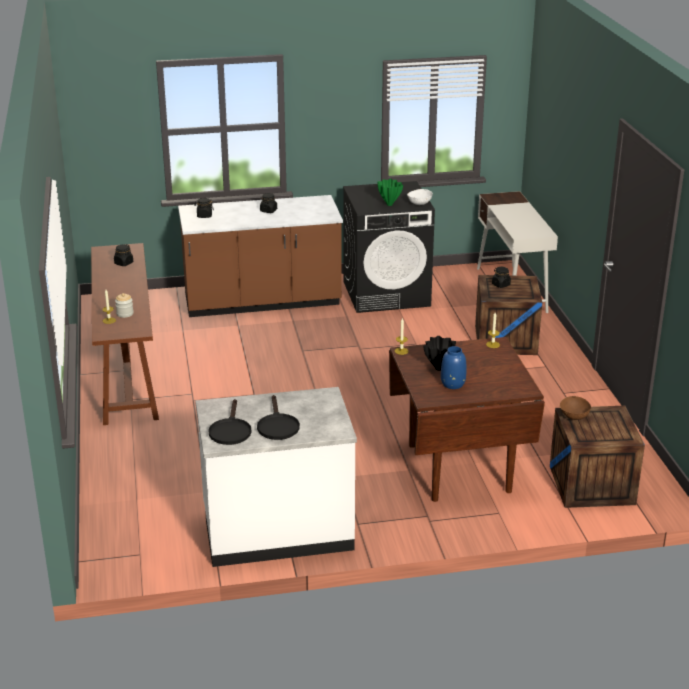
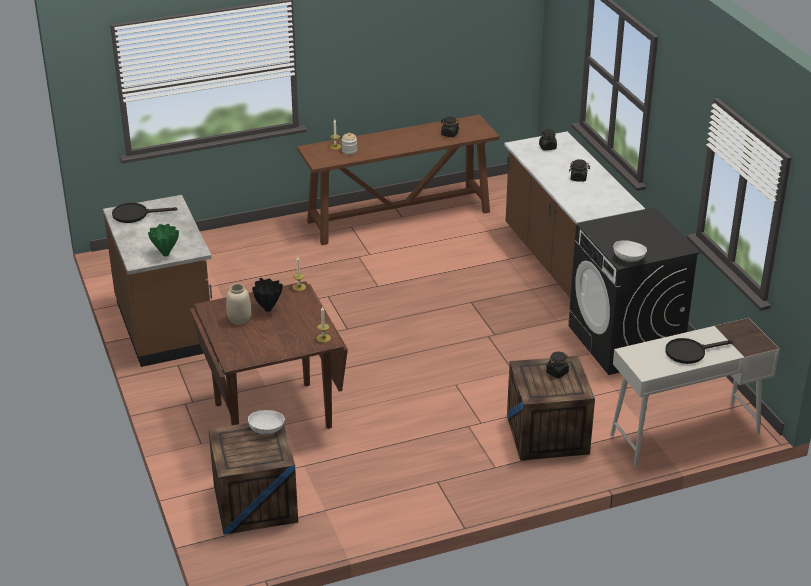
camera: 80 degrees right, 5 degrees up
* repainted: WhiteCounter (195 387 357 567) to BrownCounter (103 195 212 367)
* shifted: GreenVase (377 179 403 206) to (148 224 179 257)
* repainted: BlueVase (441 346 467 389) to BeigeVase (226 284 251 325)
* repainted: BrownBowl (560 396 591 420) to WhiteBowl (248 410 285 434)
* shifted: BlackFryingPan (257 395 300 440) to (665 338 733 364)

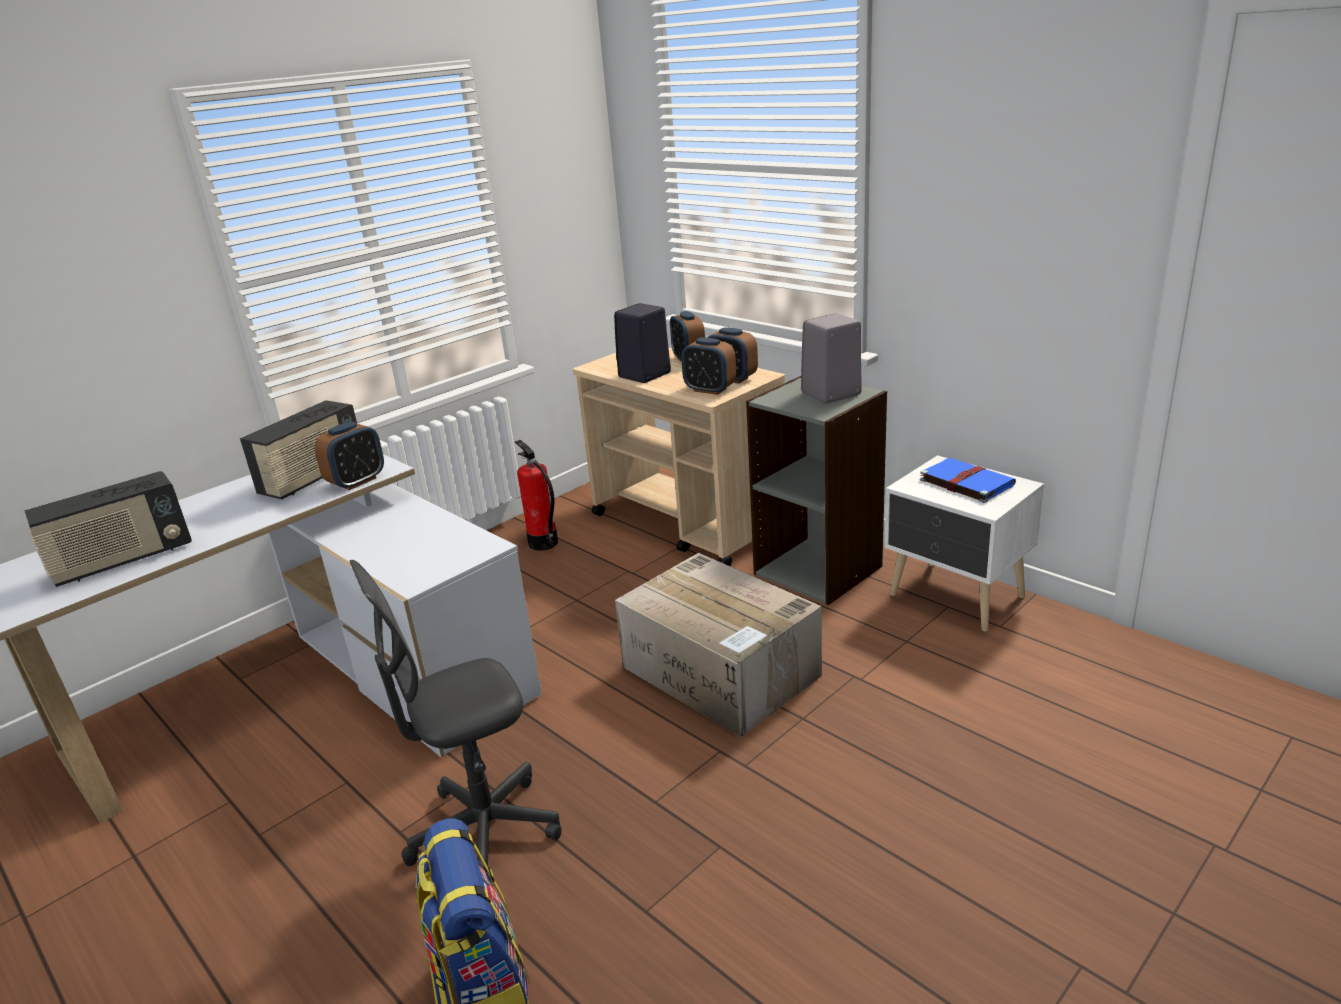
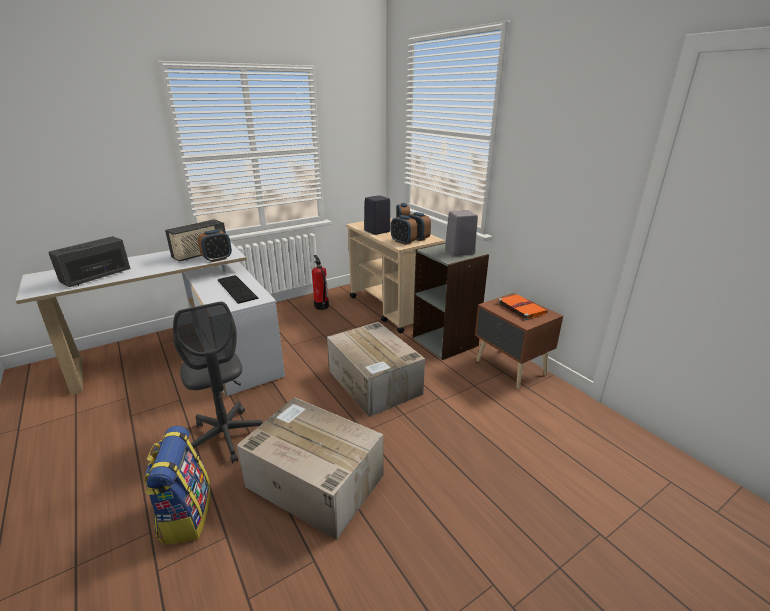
camera: 10 degrees right, 0 degrees up
* rotated: Radio (24 471 192 587) = (48 236 131 287) 150 degrees clockwise
* rotated: GreyOfficeChair (350 560 562 879) = (173 302 263 464) 105 degrees counterclockwise
* new: Keyboard (218 275 259 304)
* new: CardboardBox (236 397 383 540)
* repainted: WhiteNightstand (884 455 1044 631) to BrownNightstand (475 293 563 389)
* repainted: BlueBook (920 458 1016 503) to OrangeBook (498 295 548 320)

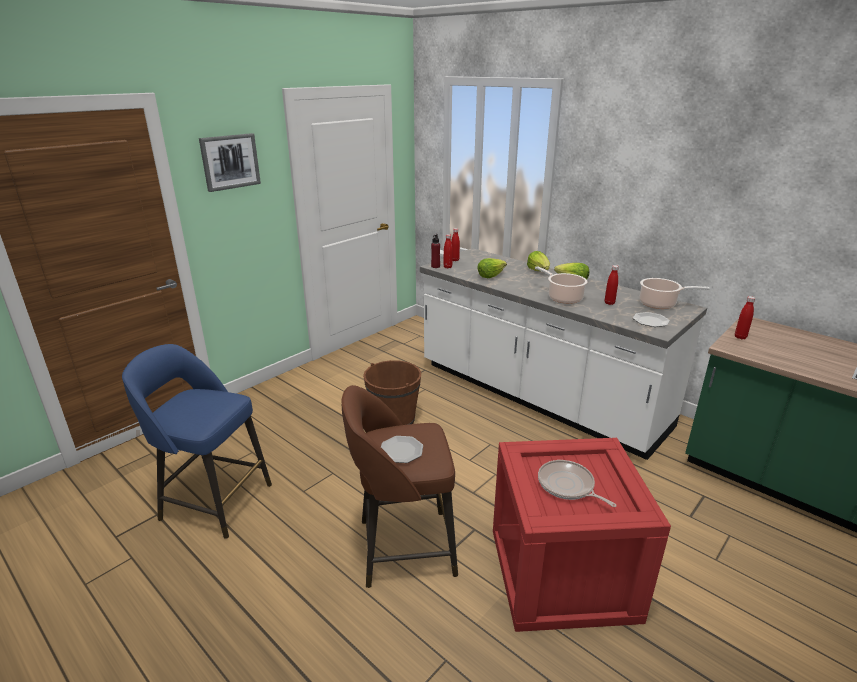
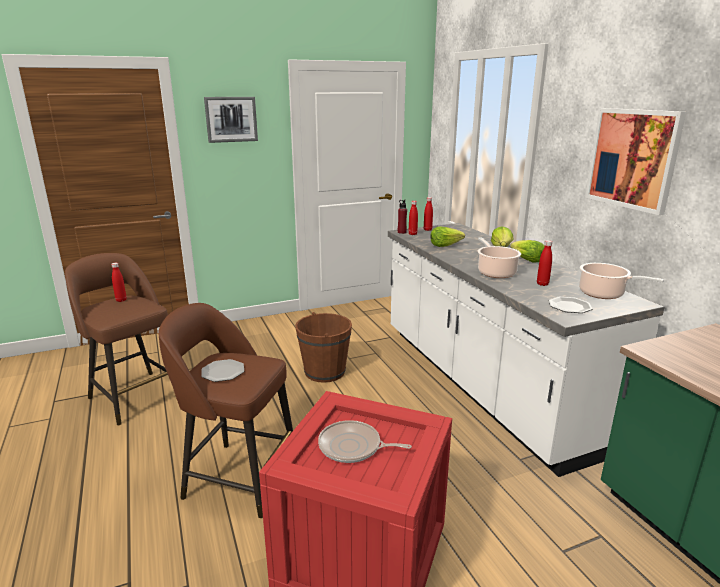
camera: 25 degrees right, 5 degrees down
* repainted: BlueStool (122 344 272 539) to BrownStool (65 253 168 426)
* shifted: RedBottle (735 296 755 339) to (111 263 127 302)
* rotated: FryingPan (538 460 617 507) = (318 420 412 463) 60 degrees counterclockwise
* new: Picture (585 108 686 215)

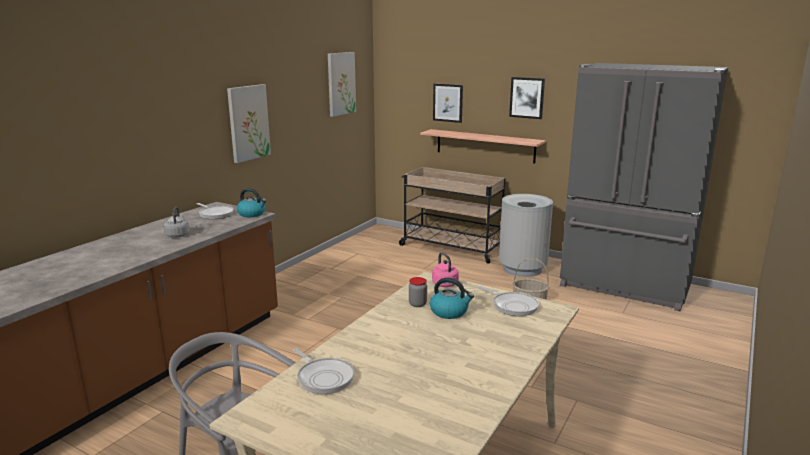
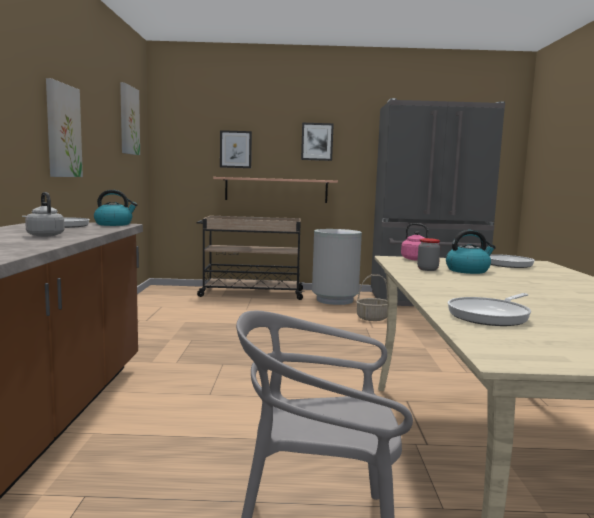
camera: 30 degrees left, 10 degrees down
* rotated: FryingPan (293 348 355 394) = (448 293 531 326) 120 degrees clockwise

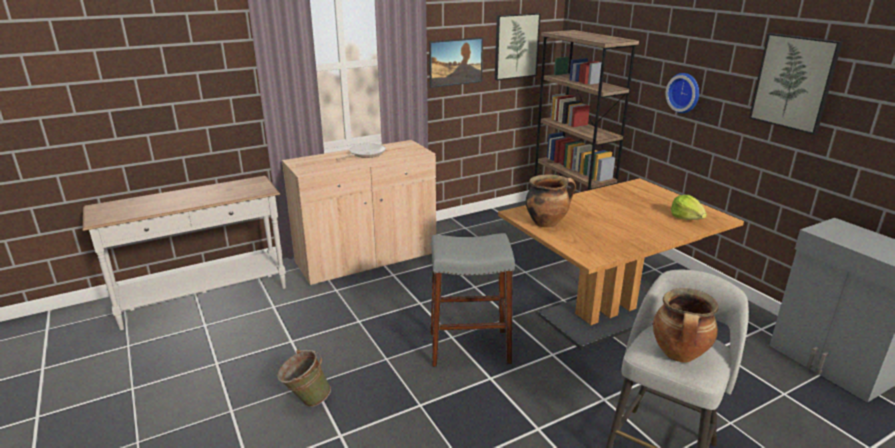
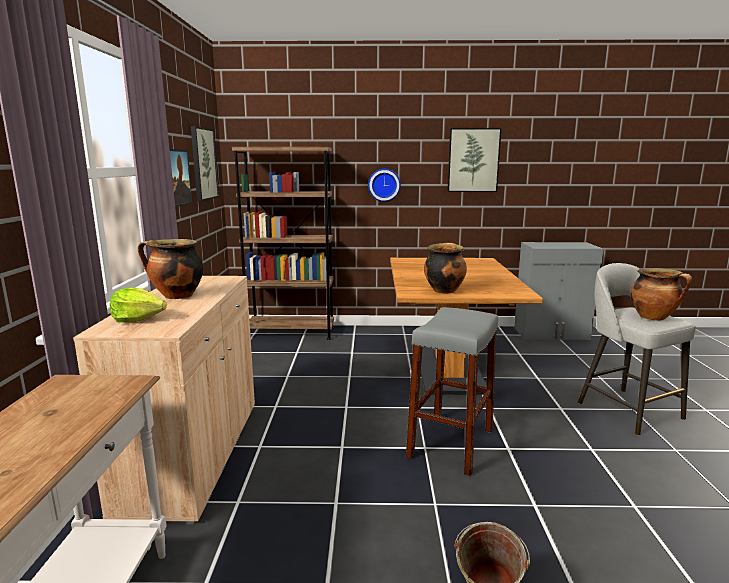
camera: 60 degrees left, 10 degrees down
* shifted: Lettuce (671 195 707 220) to (110 287 167 323)
* swapped: FryingPan (336 144 386 160) to CookingPot (138 239 203 299)

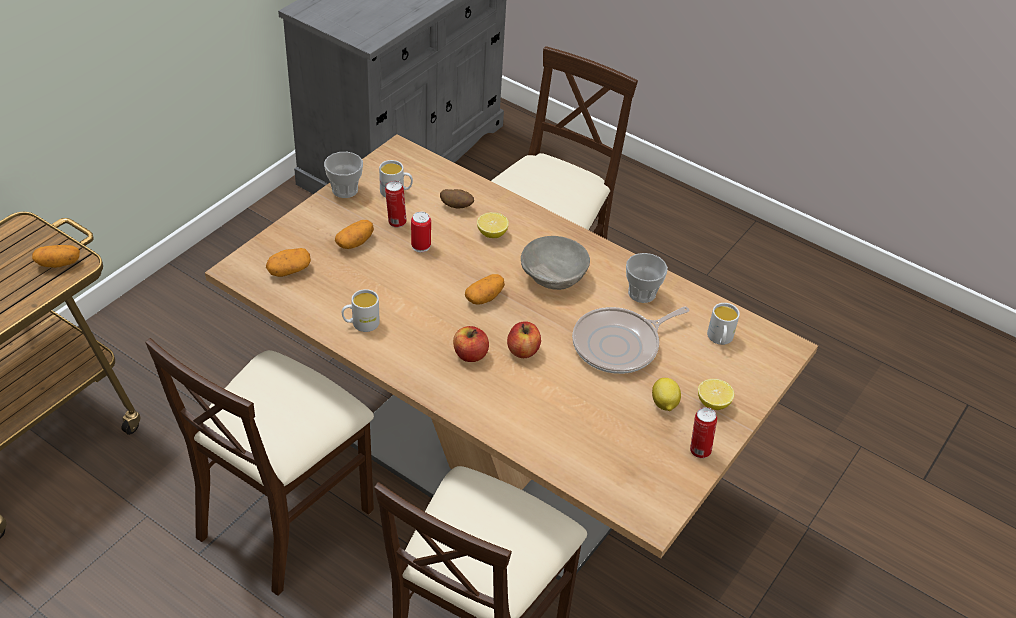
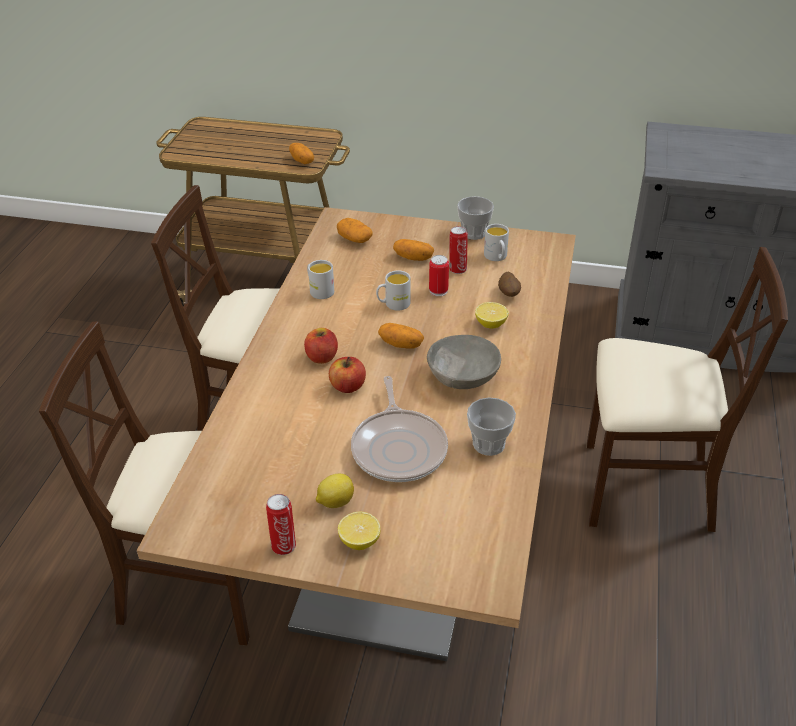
camera: 70 degrees right, 5 degrees down
* rotated: FryingPan (572 307 689 374) = (351 376 448 482) 135 degrees counterclockwise
* shifted: WhiteMug (707 303 740 345) to (376 270 411 311)

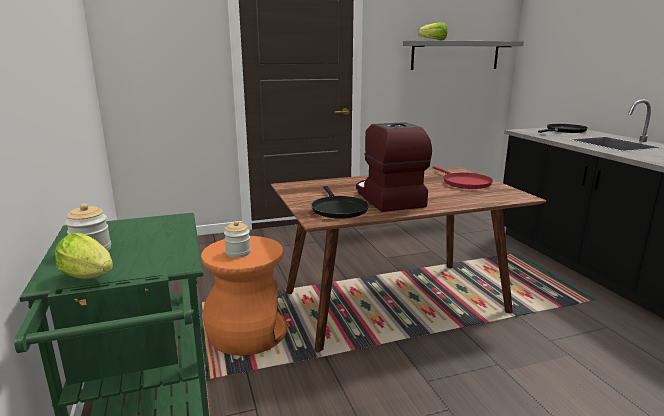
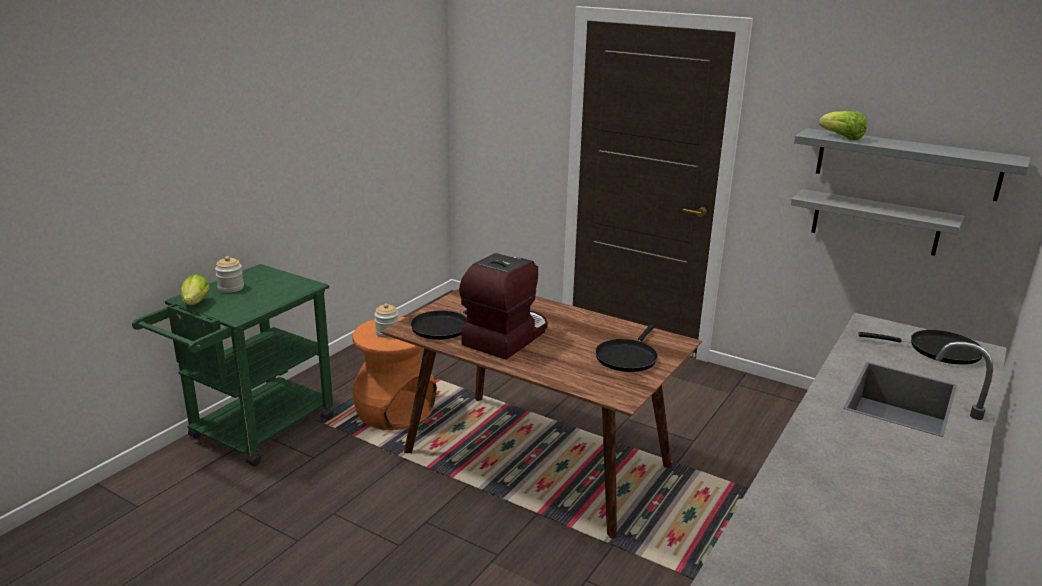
camera: 50 degrees right, 5 degrees up
* repainted: RedFryingPan (432 166 493 189) to BlackFryingPan (595 324 658 372)
* new: GreyShelf (791 189 964 256)

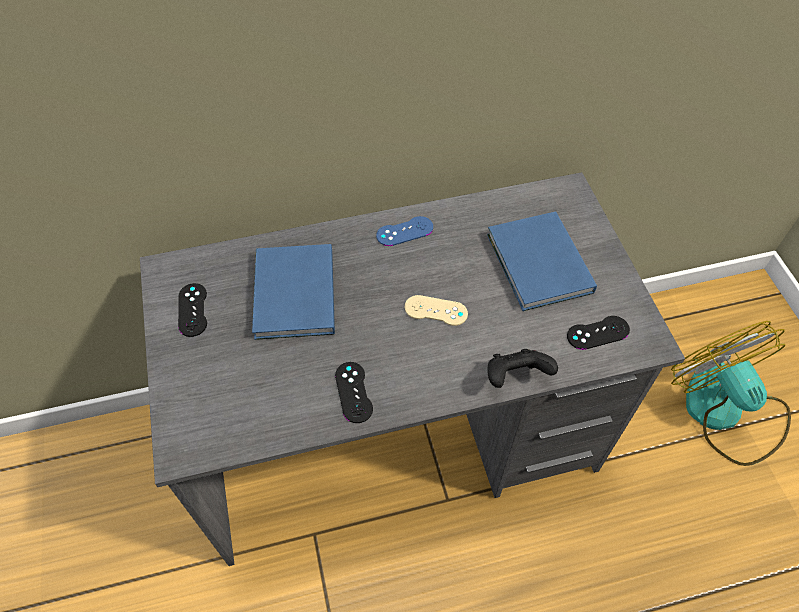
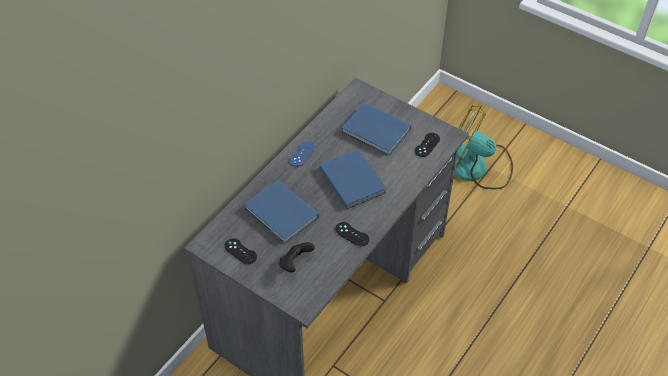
camera: 40 degrees left, 5 degrees down
* shifted: BlackGameController (487 349 558 388) to (279 242 315 272)
* swapped: BeigeGameController (405 295 468 326) to BlueBook (319 149 386 209)

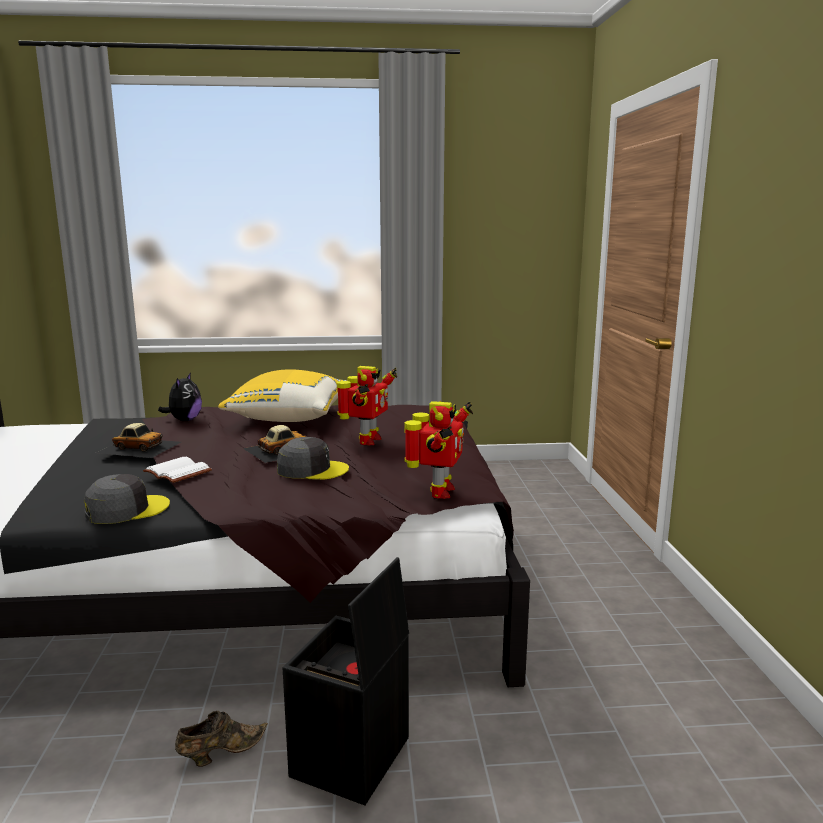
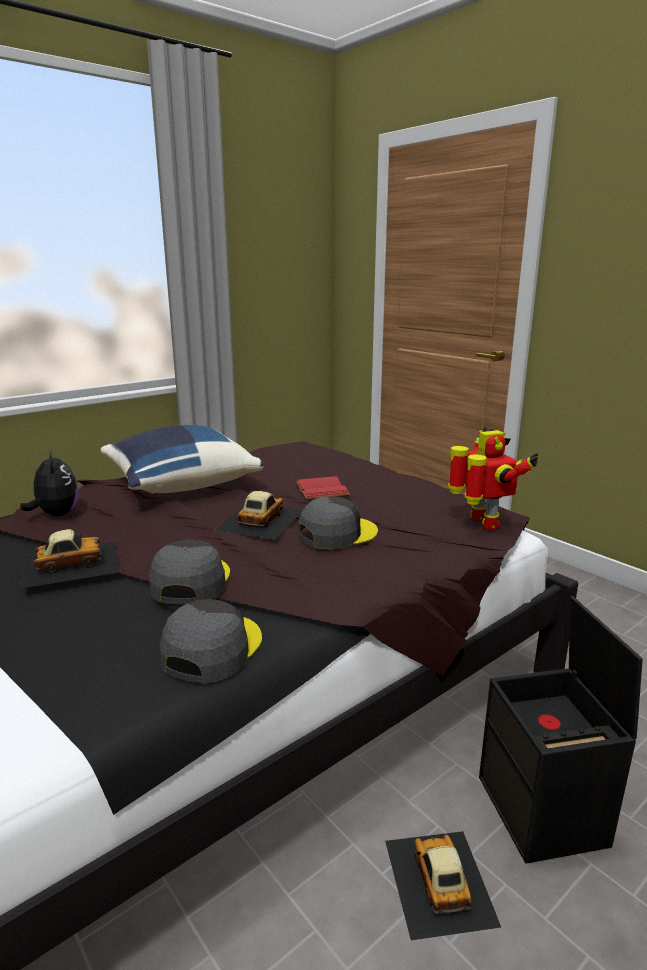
camera: 35 degrees left, 5 degrees up
* repainted: YellowPillow (218 369 347 422) to BluePillow (100 425 264 494)
* swapped: WhiteBook (143 457 212 483) to GreyCap (149 540 230 604)
* swapped: ToyRobot (337 366 397 445) to RedBook (295 476 350 500)
* swapped: BrownShoe (175 711 268 767) to ToyCar (385 831 501 940)

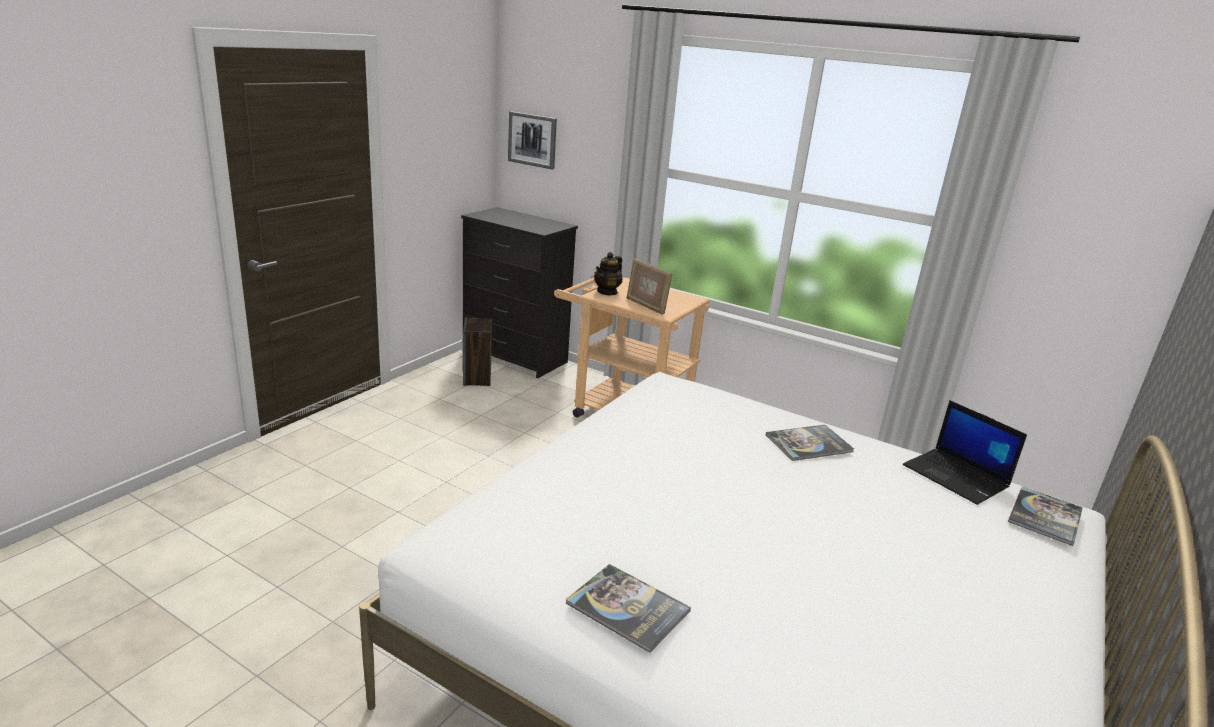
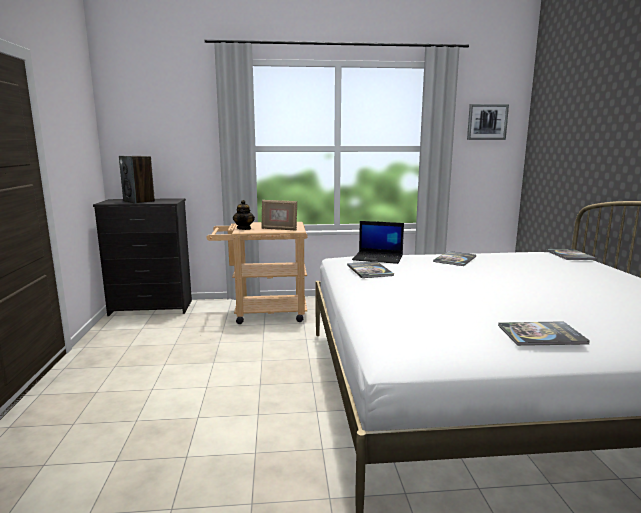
camera: 35 degrees left, 10 degrees down
* shifted: Speaker (462 317 492 386) to (119 156 155 204)
* new: Book (347 261 394 278)
* shifted: Laptop (903 400 1027 505) to (352 221 404 264)
* shifted: Picture (508 111 557 169) to (467 104 509 140)

